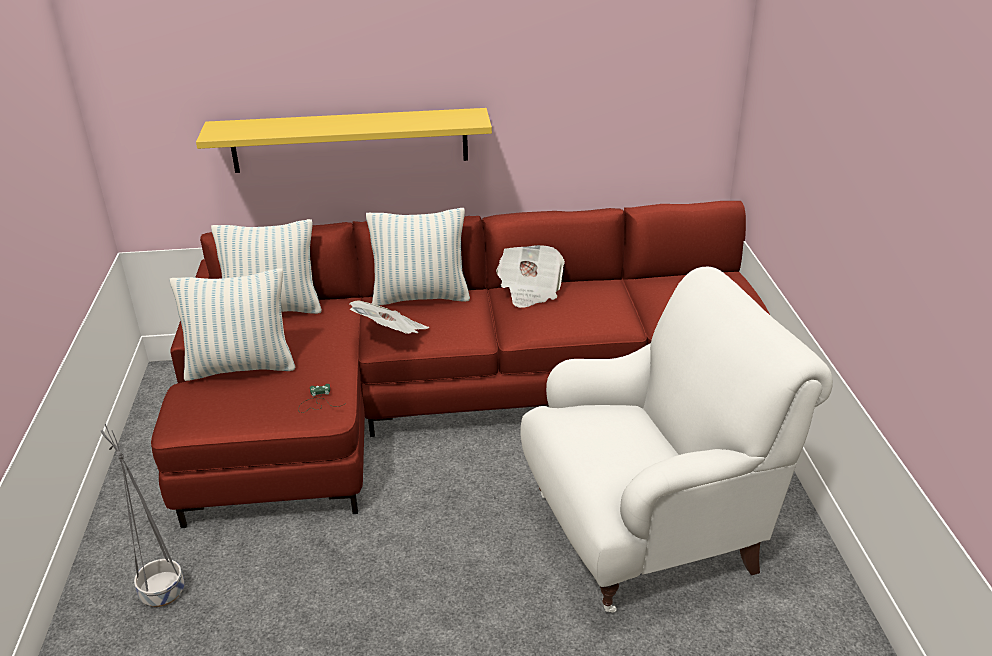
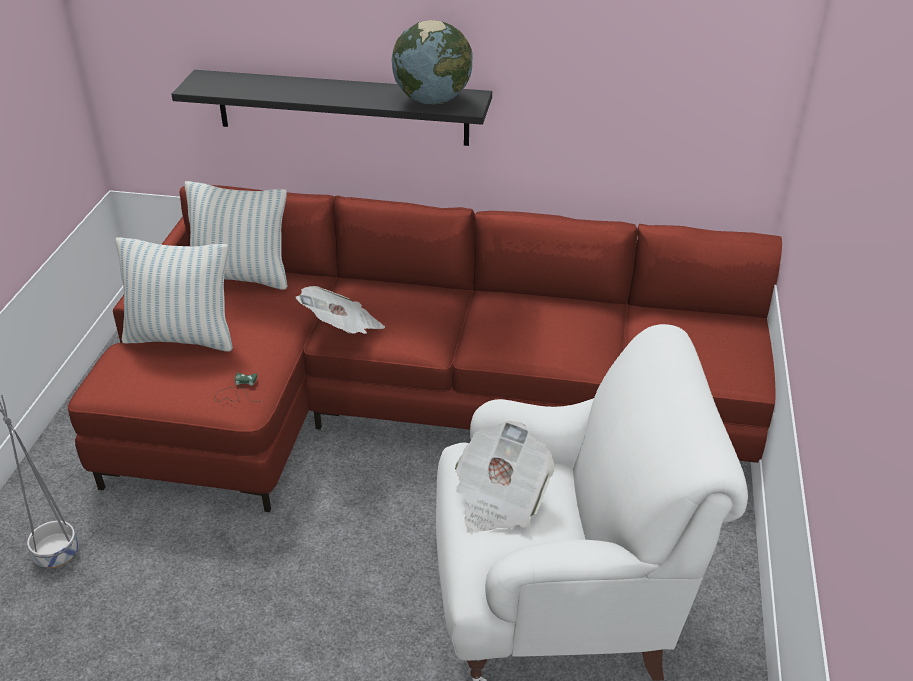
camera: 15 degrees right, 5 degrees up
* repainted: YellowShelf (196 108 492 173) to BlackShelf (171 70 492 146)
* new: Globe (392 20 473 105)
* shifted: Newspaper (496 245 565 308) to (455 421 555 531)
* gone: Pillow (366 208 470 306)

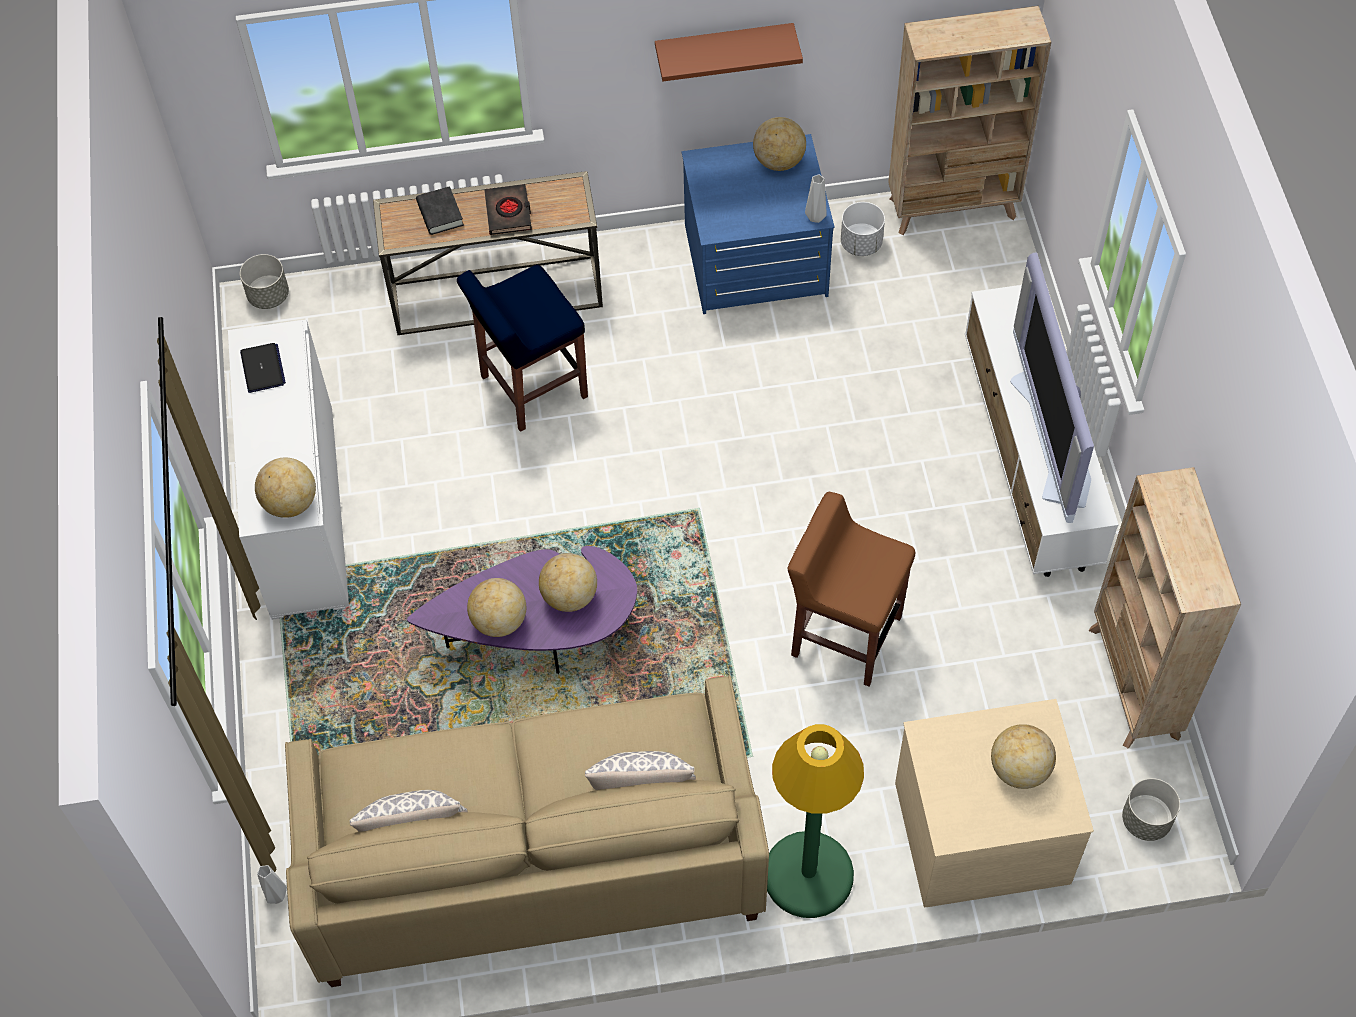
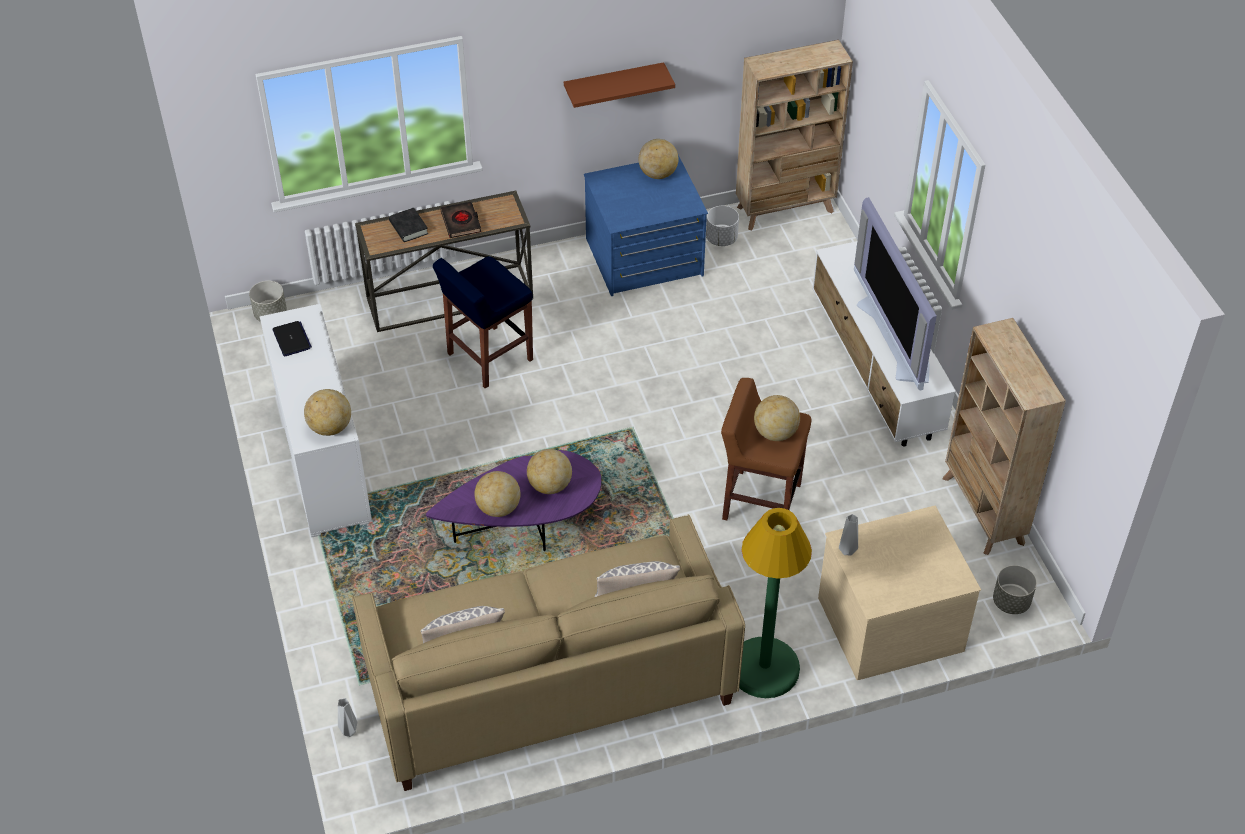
camera: 10 degrees left, 10 degrees down
* shifted: Globe (991 724 1056 789) to (754 395 800 441)
* shifted: GreyVase (805 174 827 223) to (839 514 858 555)

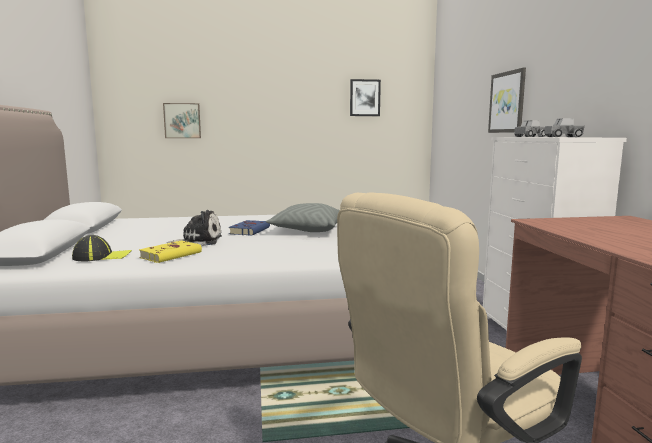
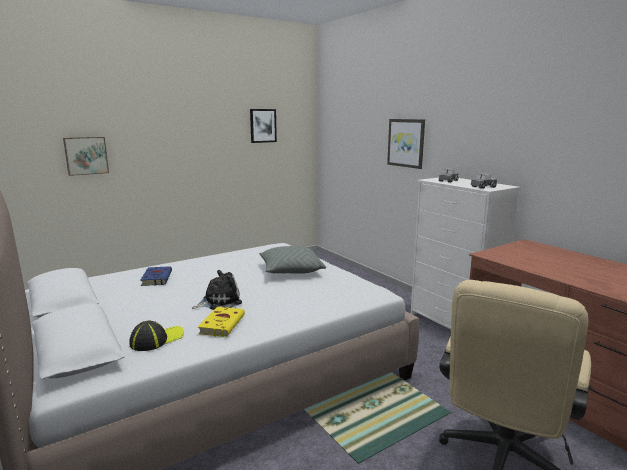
camera: 25 degrees left, 5 degrees up
* shifted: BlueBook (228 220 270 236) to (141 266 172 286)

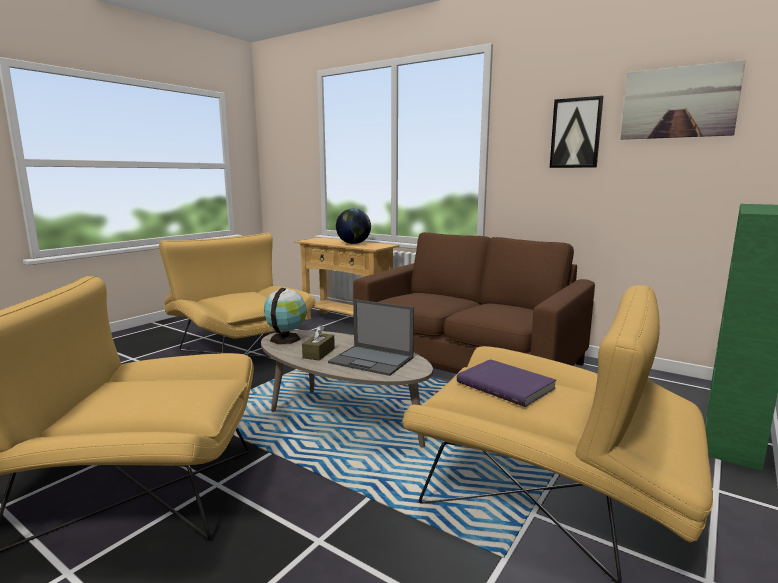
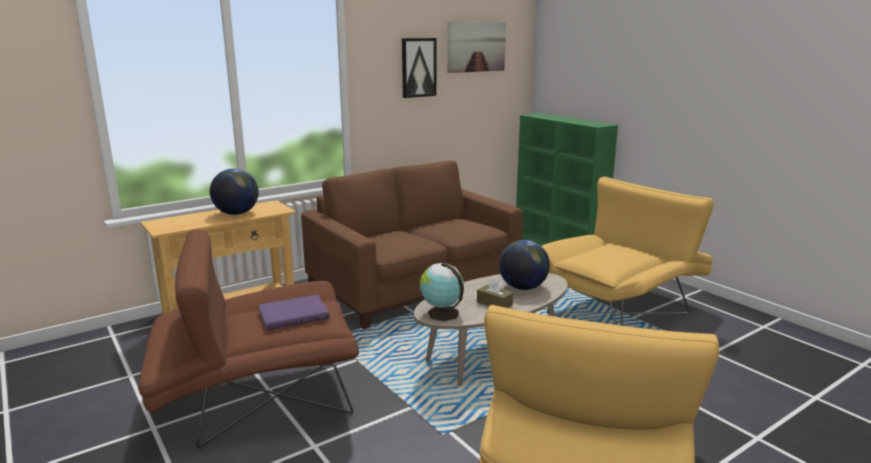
camera: 70 degrees left, 5 degrees up
* repainted: YellowArmchair (159 232 316 358) to BrownArmchair (138 229 359 449)
* shifted: PurpleBook (457 359 556 407) to (258 294 330 330)
* swapped: Laptop (328 299 414 376) to Globe (499 240 550 290)

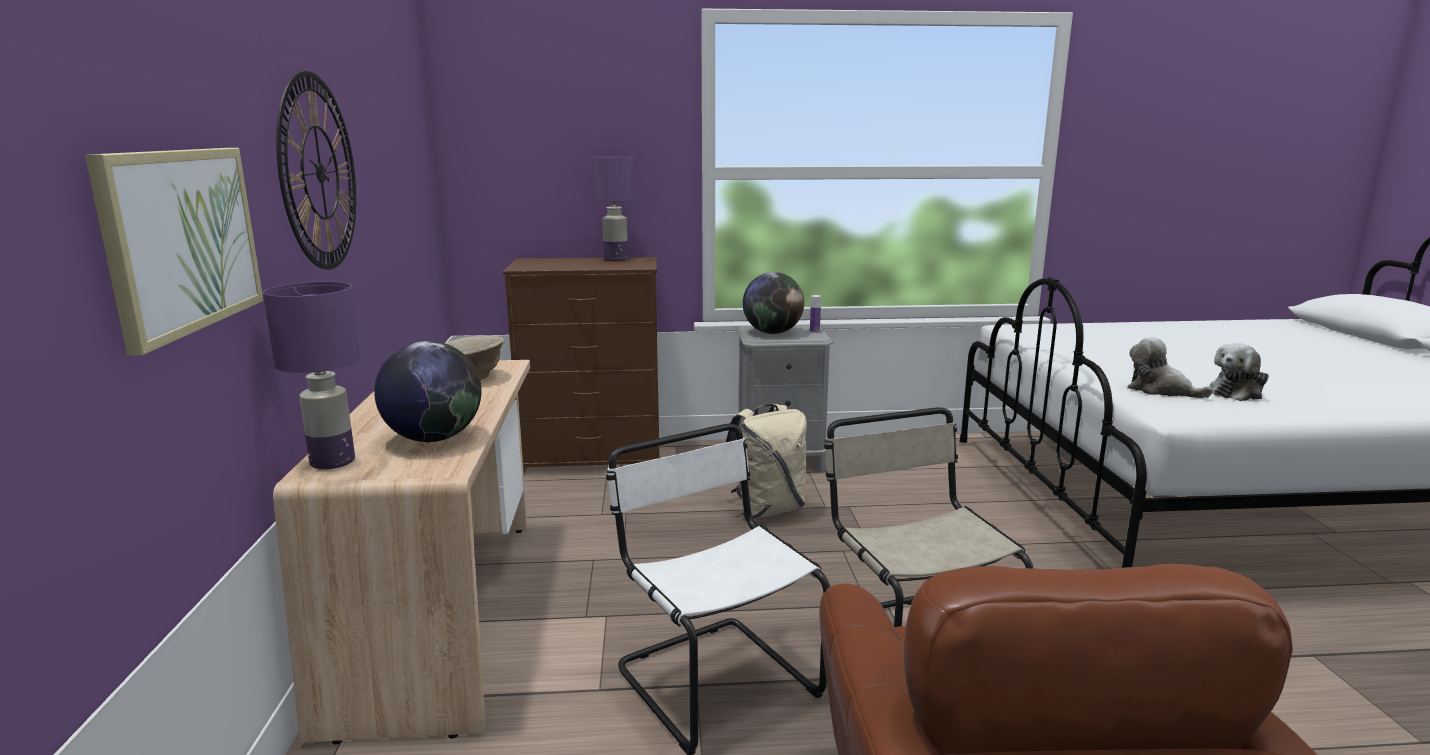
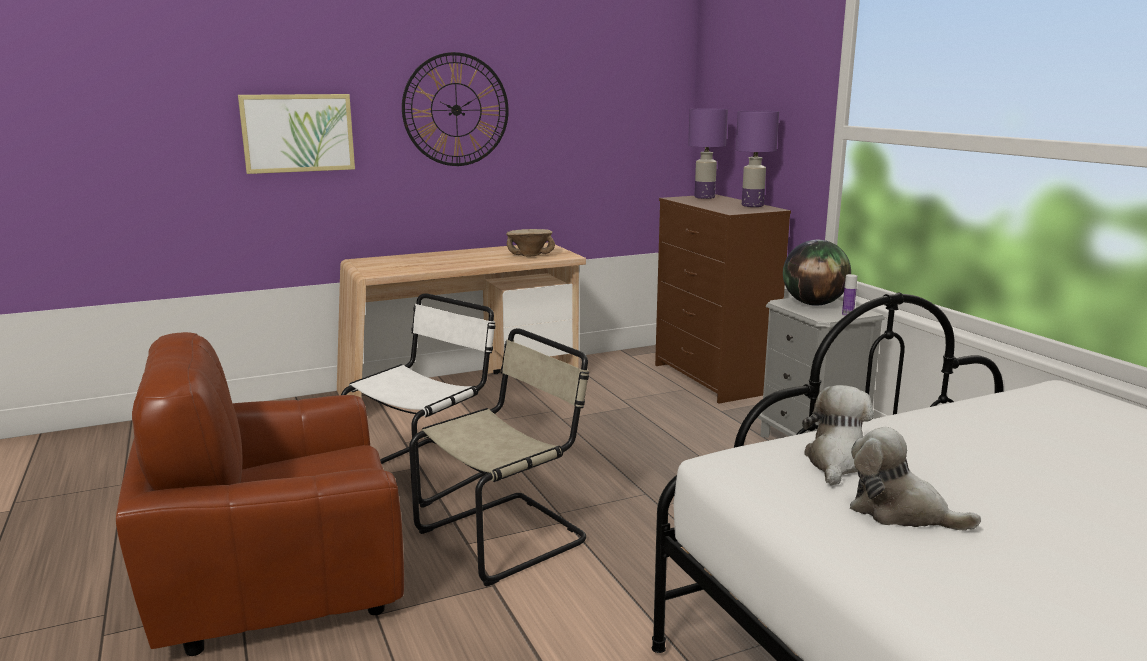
camera: 70 degrees right, 0 degrees up
* shifted: PurpleTableLamp (263 282 361 469) to (688 109 728 199)
* gone: Globe (374 341 482 442)
* gone: BeigeBackpack (725 404 807 519)

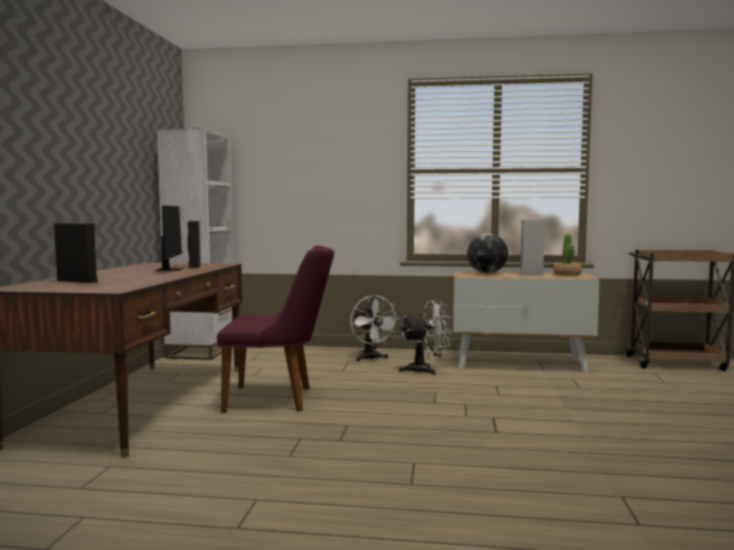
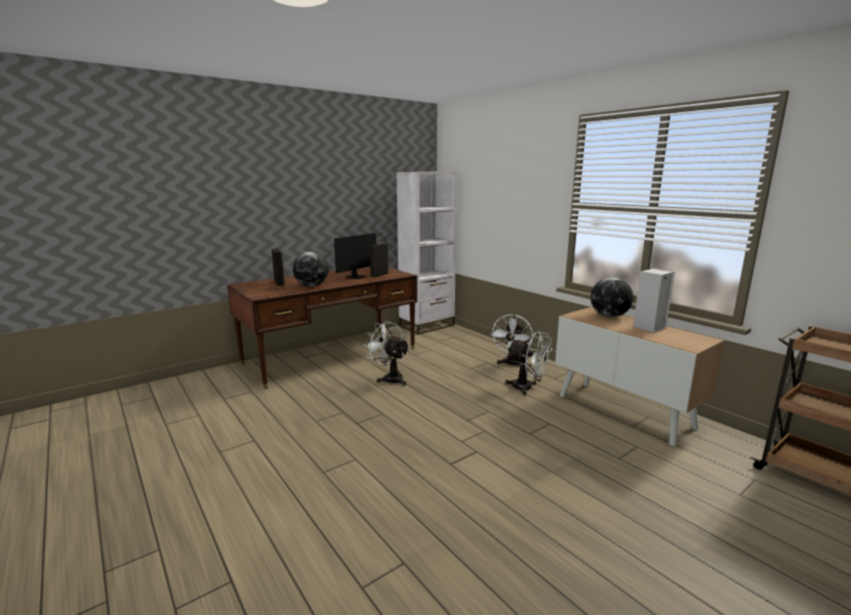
camera: 45 degrees right, 10 degrees up
* new: Globe (293 252 329 287)
* swapped: PurpleChair (217 245 334 413) to WhiteFan (364 321 409 386)
* gone: PottedPlant (553 234 582 276)

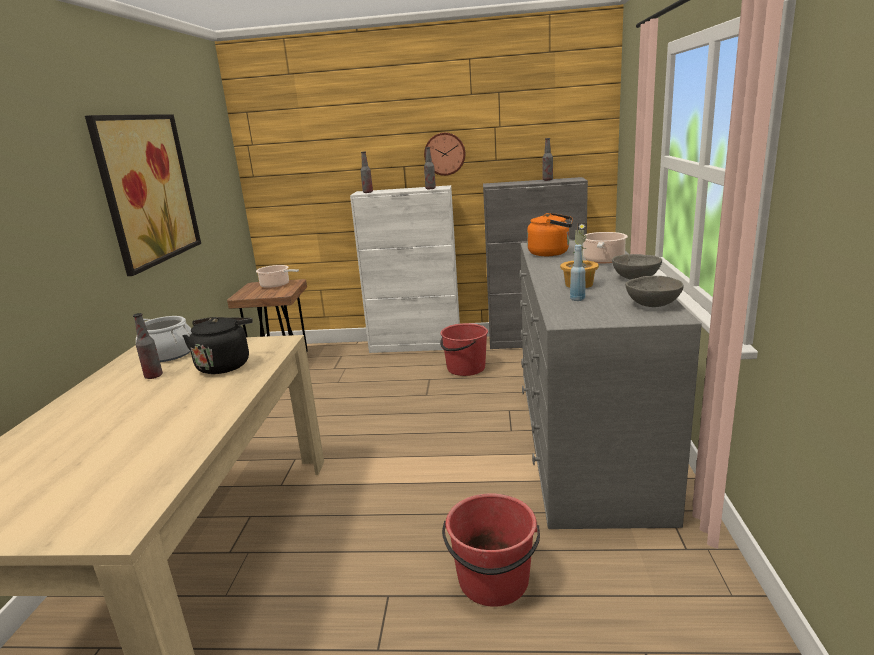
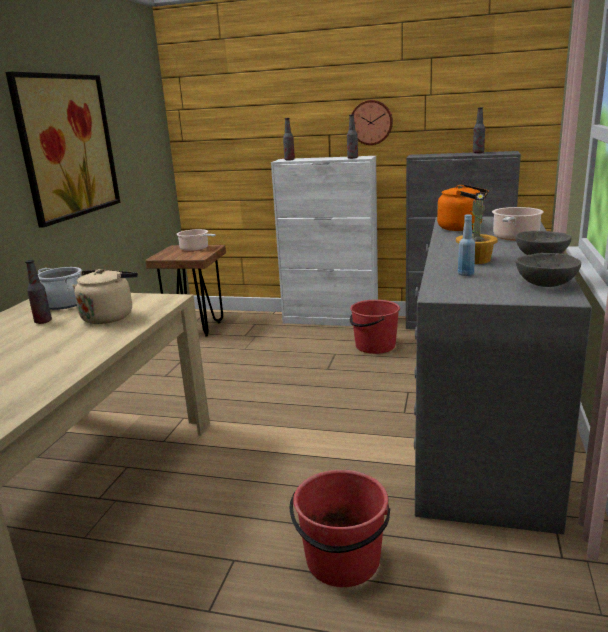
camera: 10 degrees right, 0 degrees up
* repainted: BlackKettle (183 317 253 374) to BeigeKettle (72 269 138 324)

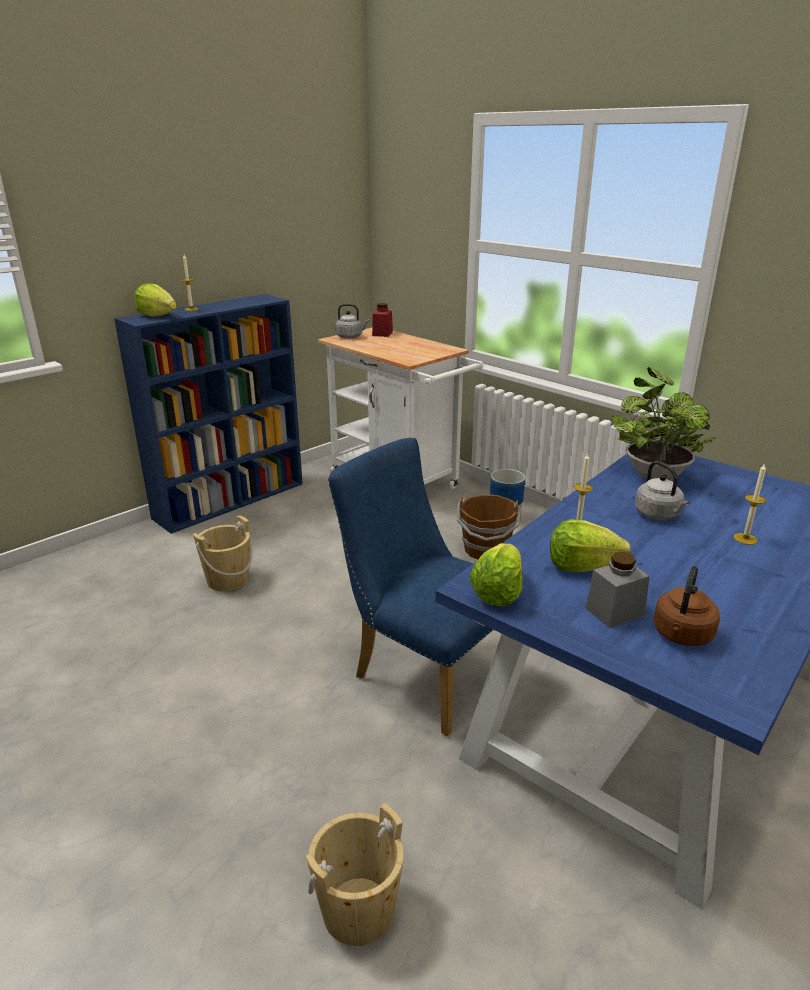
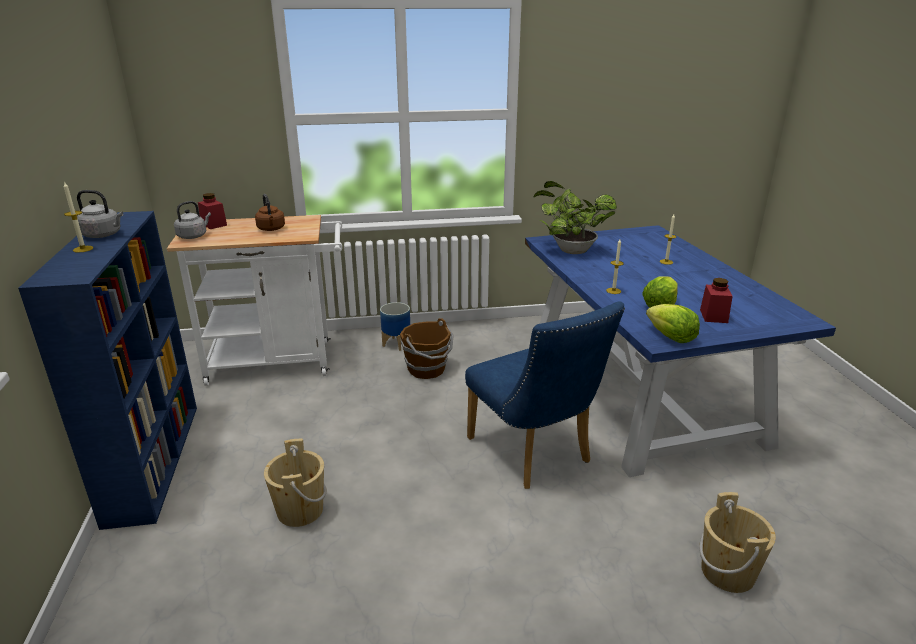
camera: 55 degrees left, 0 degrees up
* shifted: GreyKettle (635 461 690 520) to (77 190 123 238)
* shifted: BrownKettle (654 566 720 646) to (255 194 285 231)
* rotated: BlueChair (328 438 493 736) = (465 302 625 489) 105 degrees counterclockwise
* repainted: GreyJar (585 552 650 628) to RedJar (700 278 733 323)
* gone: Lettuce (134 283 177 317)

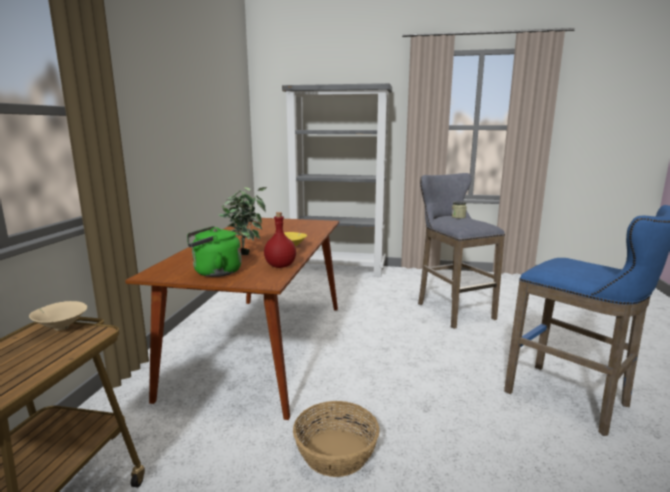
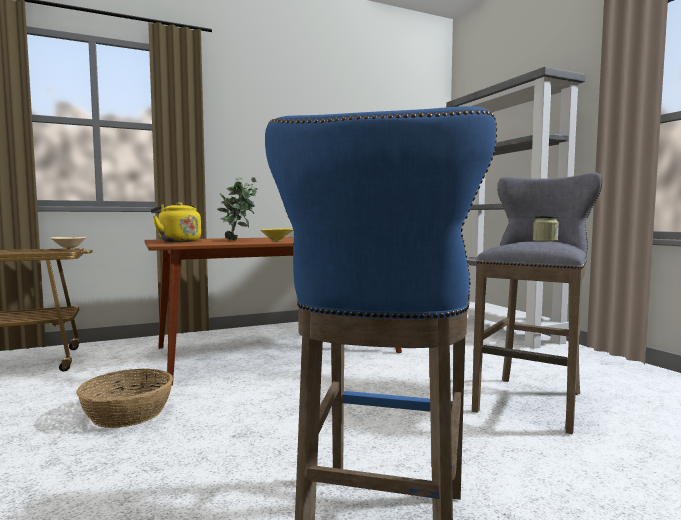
camera: 55 degrees right, 10 degrees down
* repainted: GreenKettle (187 226 242 277) to YellowKettle (151 202 201 242)
* gone: RedBottle (264 212 296 268)

